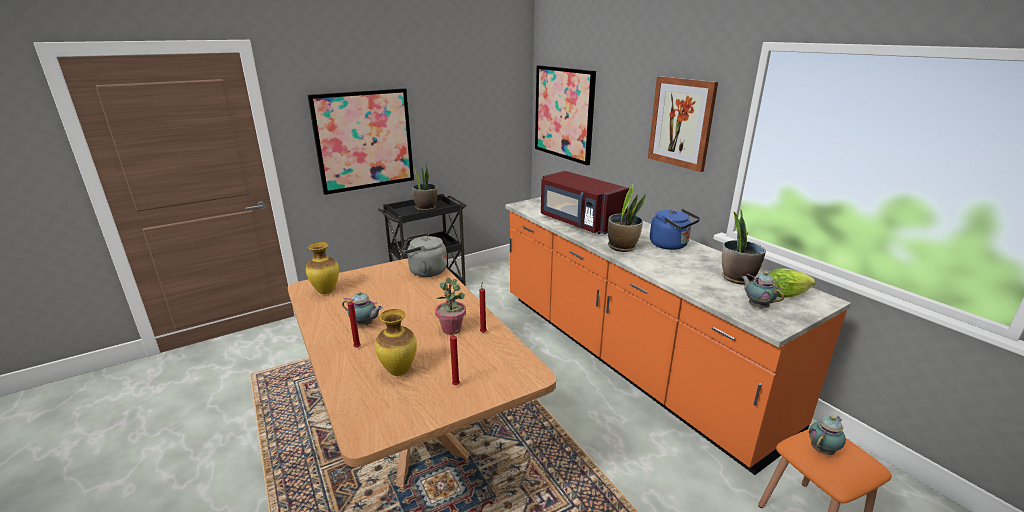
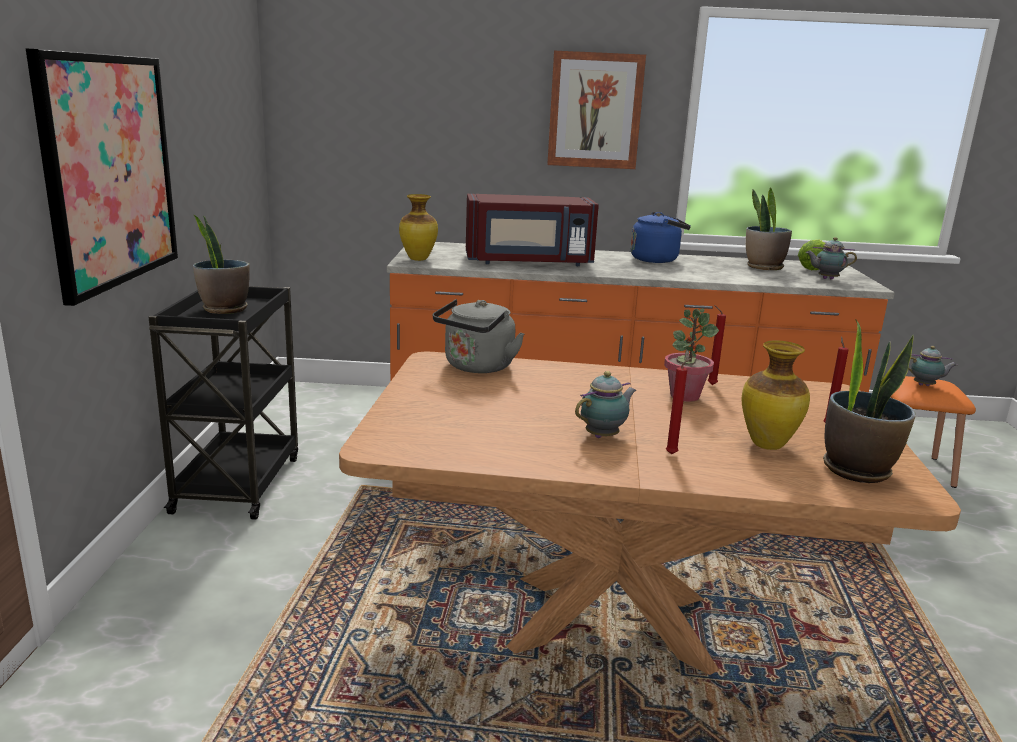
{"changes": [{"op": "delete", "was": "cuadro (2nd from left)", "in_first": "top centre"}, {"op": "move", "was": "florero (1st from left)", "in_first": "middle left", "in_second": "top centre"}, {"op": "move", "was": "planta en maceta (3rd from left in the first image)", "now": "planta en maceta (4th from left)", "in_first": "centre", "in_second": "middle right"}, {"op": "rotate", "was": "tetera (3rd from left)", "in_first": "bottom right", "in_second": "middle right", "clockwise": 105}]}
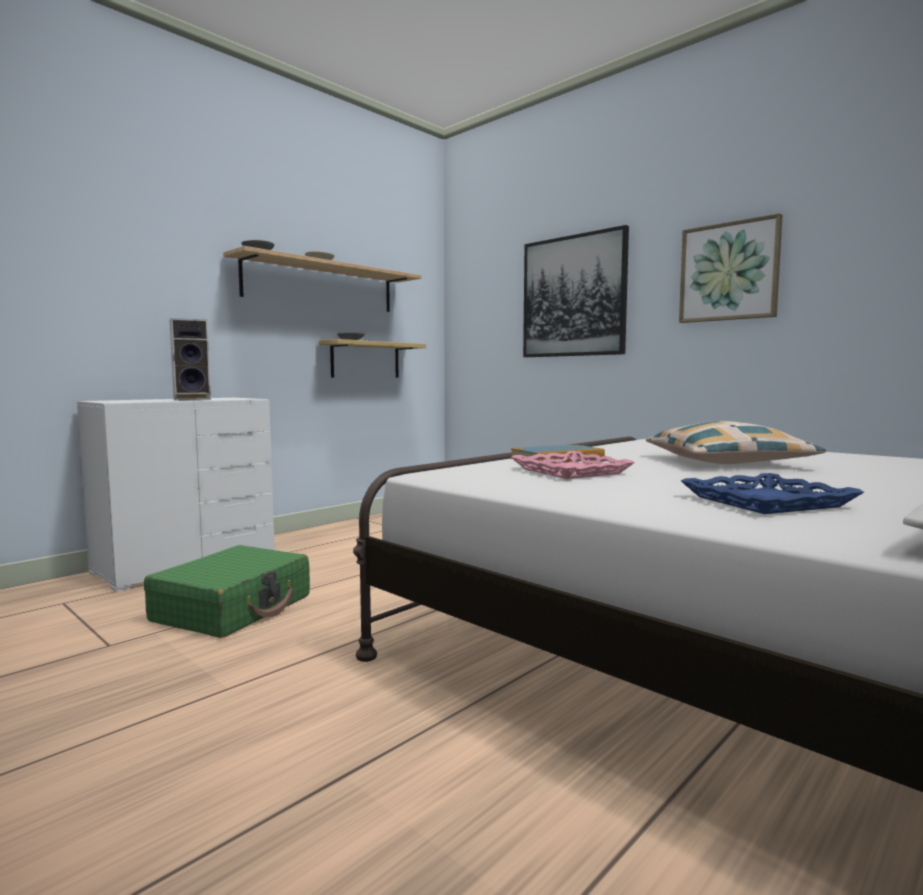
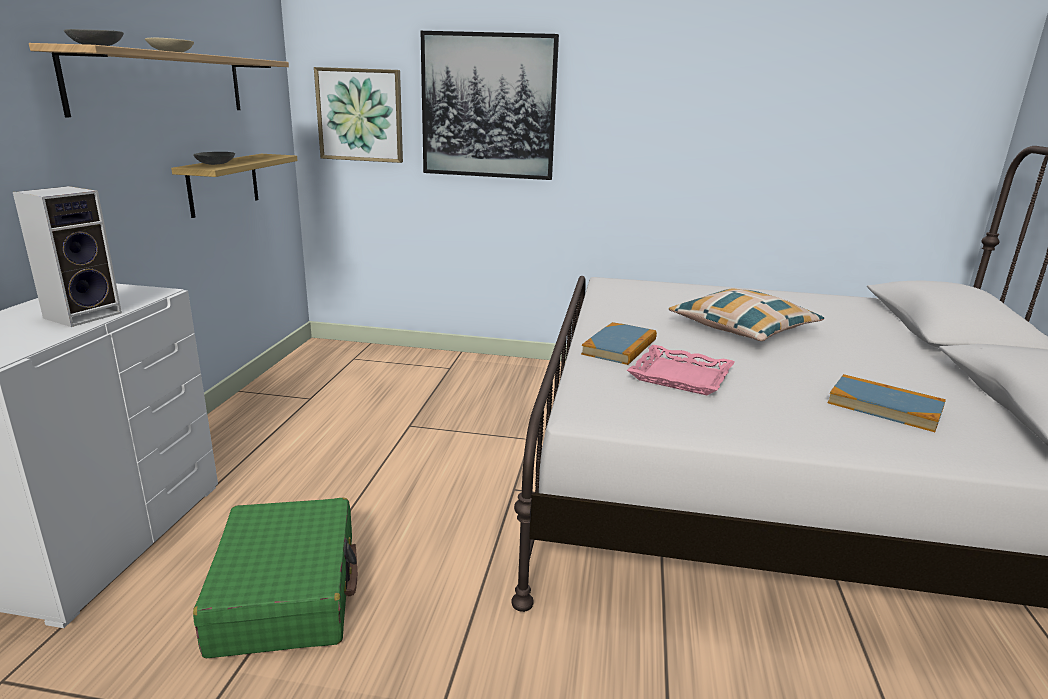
{"changes": [{"op": "move", "was": "cuadro (2nd from left in the first image)", "now": "cuadro (1st from left)", "in_first": "top right", "in_second": "top centre"}, {"op": "replace", "was": "bandeja (azul)", "now": "libro (2nd from left)", "in_first": "middle right", "in_second": "middle right"}]}
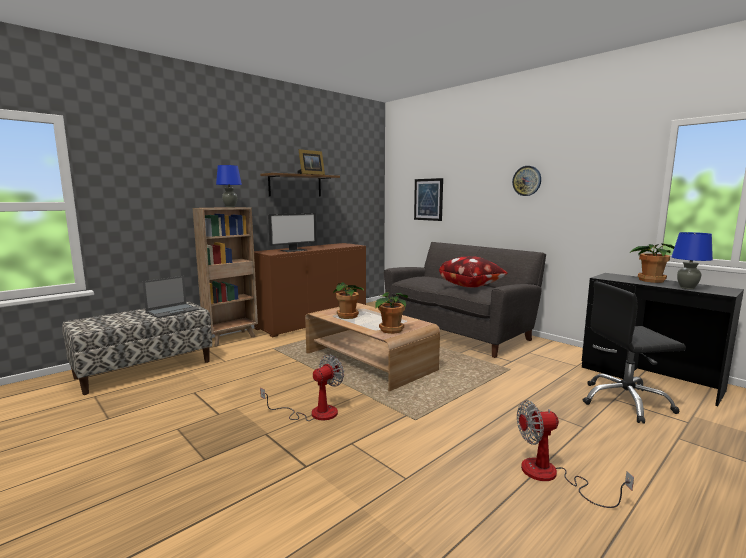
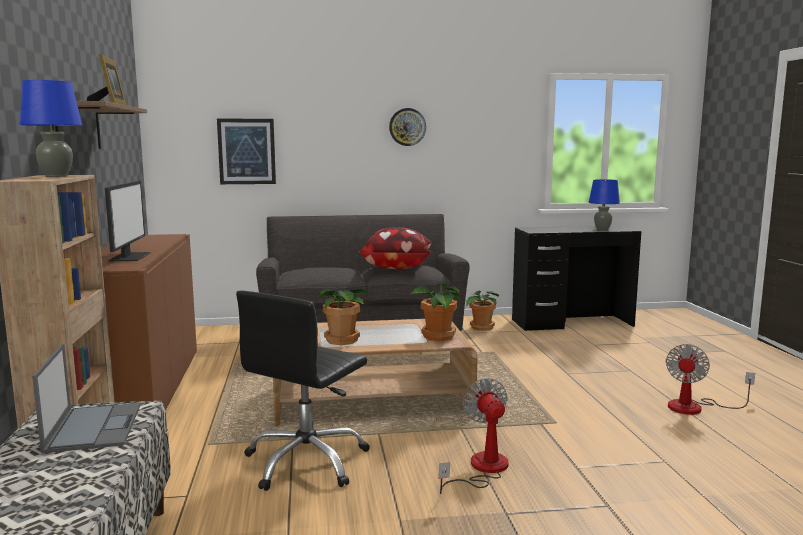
{"changes": [{"op": "move", "was": "silla de oficina (negro)", "in_first": "middle right", "in_second": "bottom centre"}, {"op": "move", "was": "planta en maceta (3rd from left)", "in_first": "middle right", "in_second": "centre"}]}
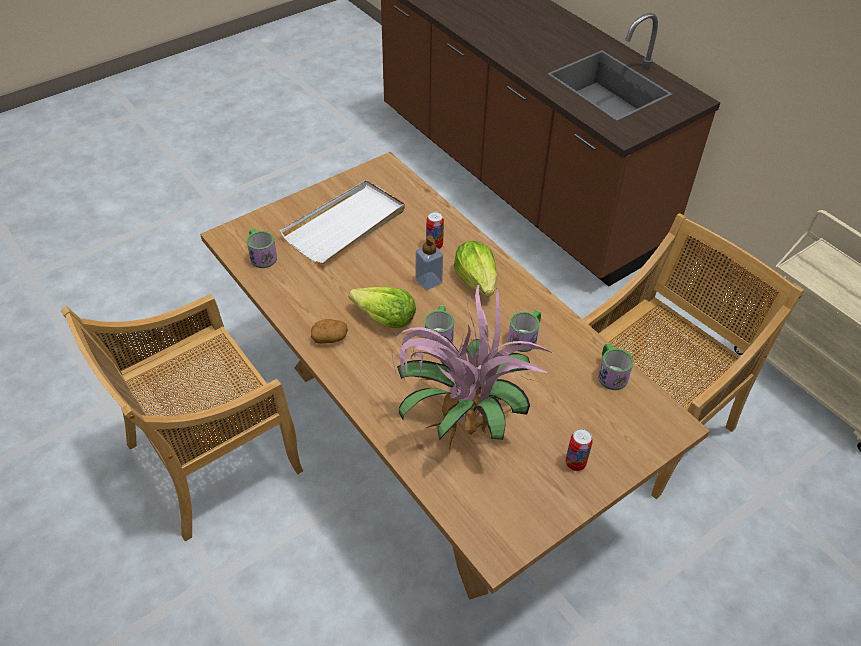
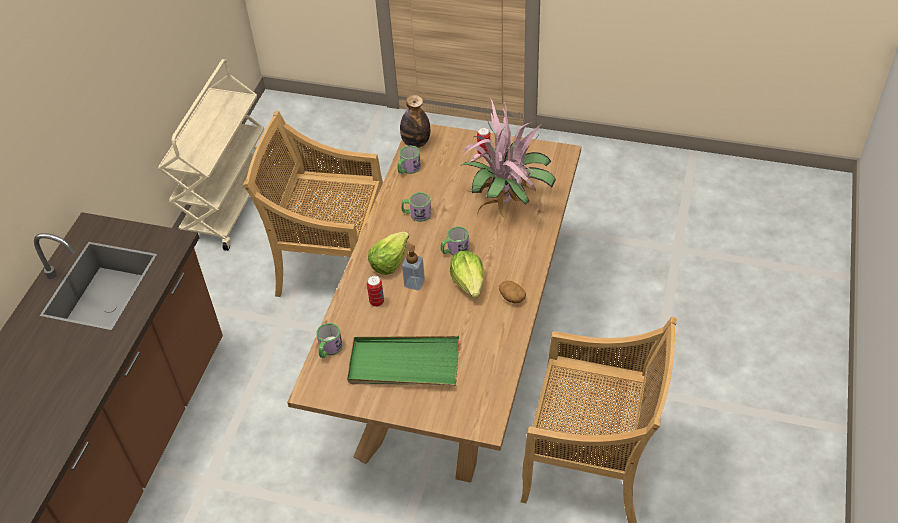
{"changes": [{"op": "insert", "now": "botella", "in_second": "top centre"}, {"op": "move", "was": "taza grande (1st from left)", "in_first": "middle left", "in_second": "centre"}, {"op": "recolor", "was": "bandeja (blanco)", "now": "bandeja (verde)", "in_first": "centre", "in_second": "bottom centre"}]}
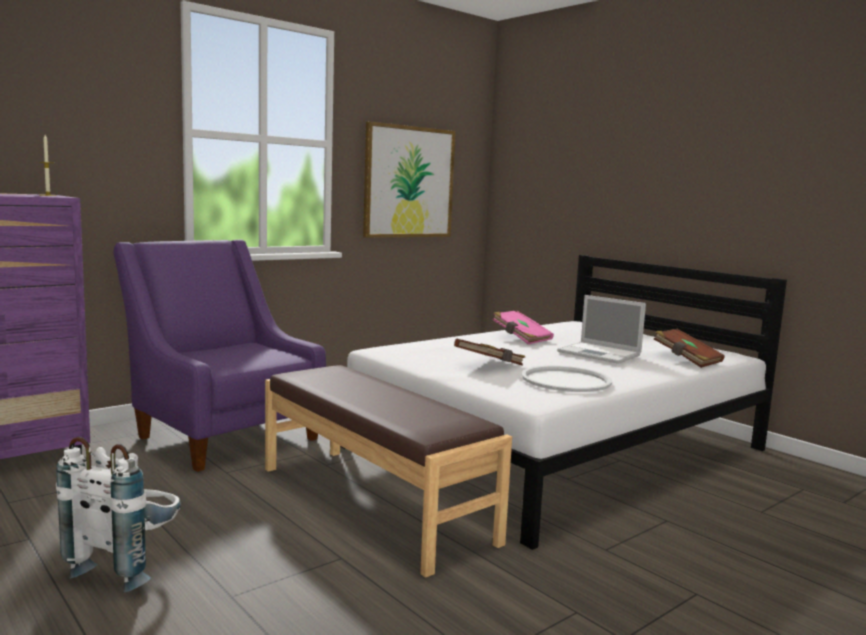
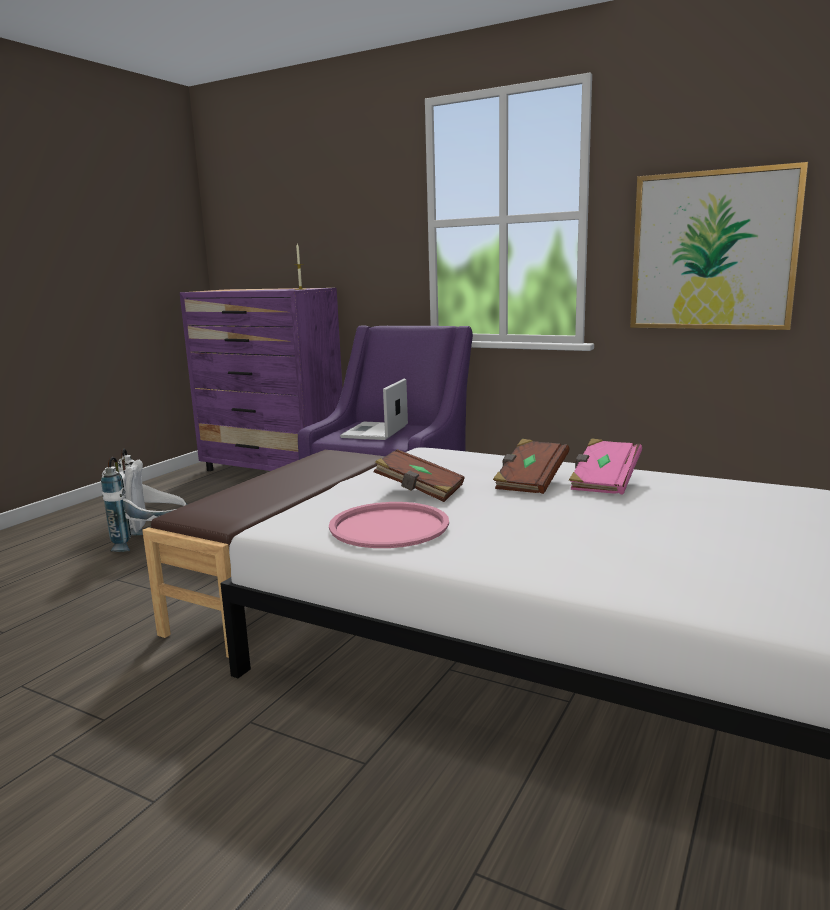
{"changes": [{"op": "move", "was": "portátil", "in_first": "middle right", "in_second": "centre"}, {"op": "move", "was": "libro (marrón) (2nd from left)", "in_first": "middle right", "in_second": "centre"}, {"op": "recolor", "was": "bandeja (blanco)", "now": "bandeja (rosa)", "in_first": "centre", "in_second": "centre"}]}
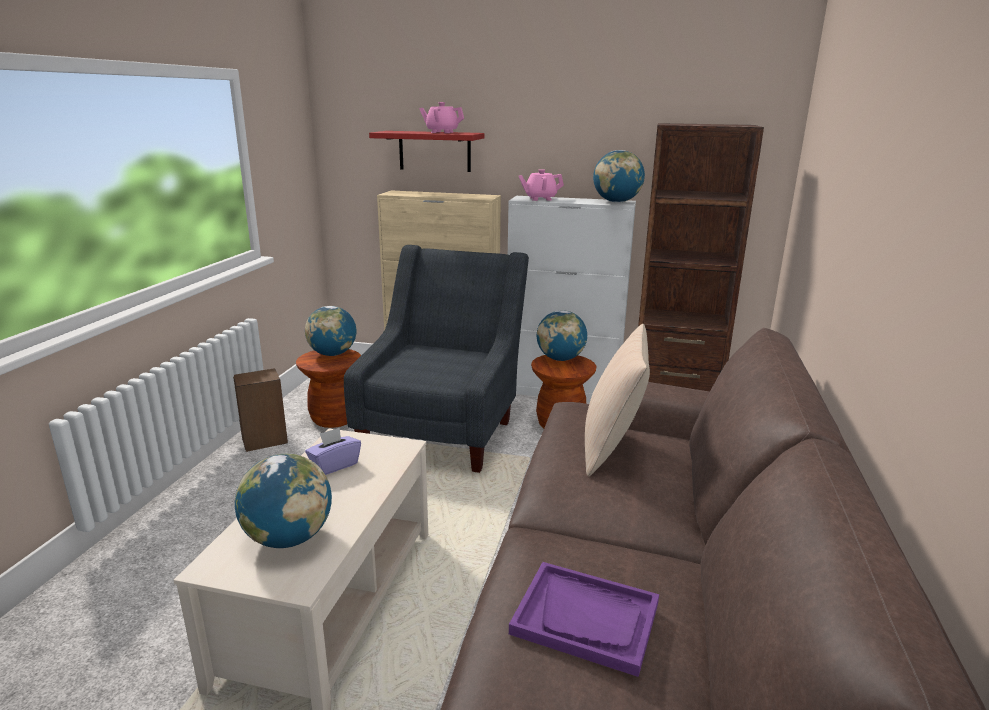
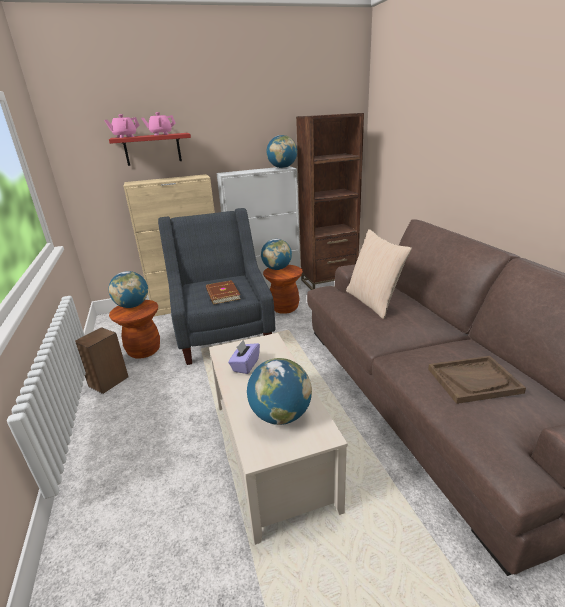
{"changes": [{"op": "insert", "now": "libro (marrón)", "in_second": "centre"}, {"op": "move", "was": "tetera (rosa) (2nd from left in the first image)", "now": "tetera (rosa) (1st from left)", "in_first": "top centre", "in_second": "top left"}, {"op": "recolor", "was": "bandeja (morado)", "now": "bandeja (marrón)", "in_first": "bottom centre", "in_second": "middle right"}]}
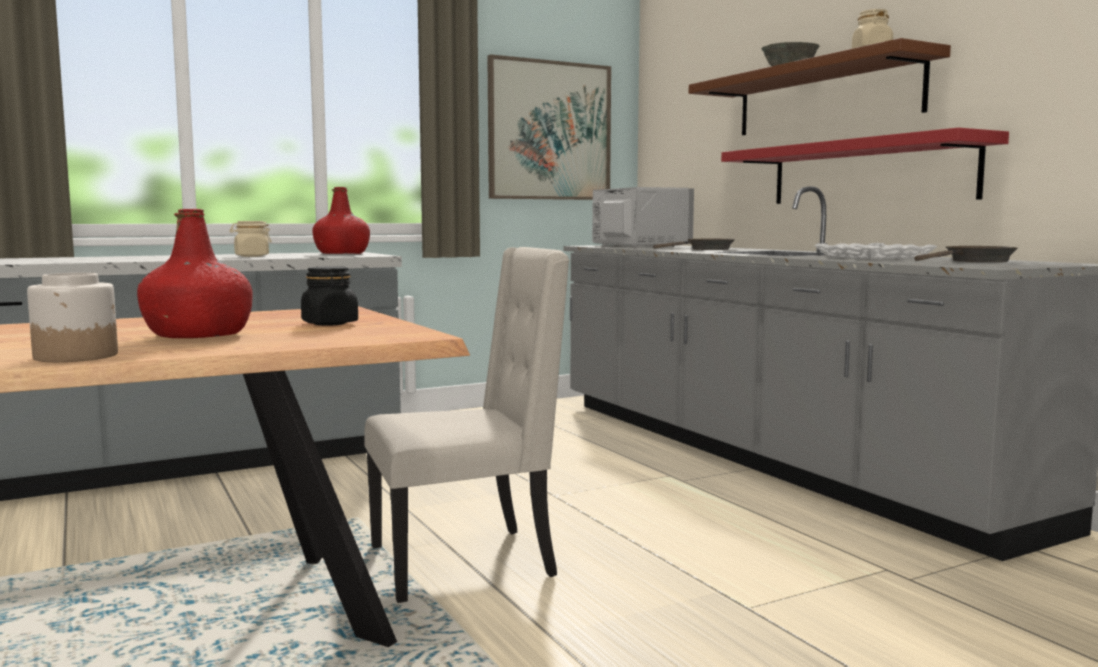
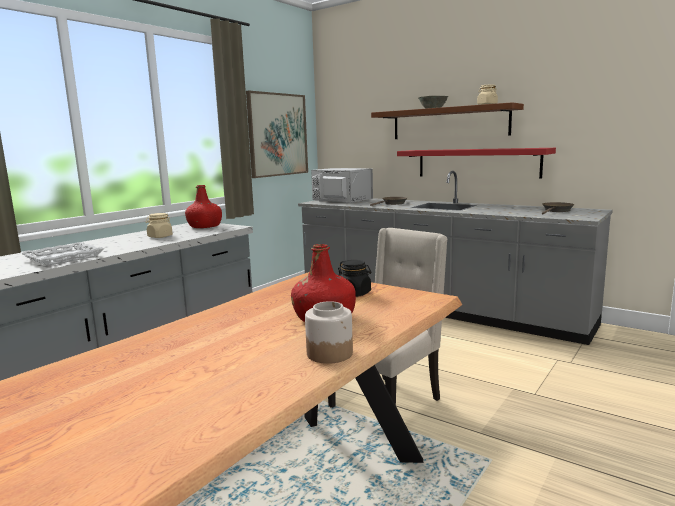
{"changes": [{"op": "move", "was": "bandeja (blanco)", "in_first": "middle right", "in_second": "middle left"}]}
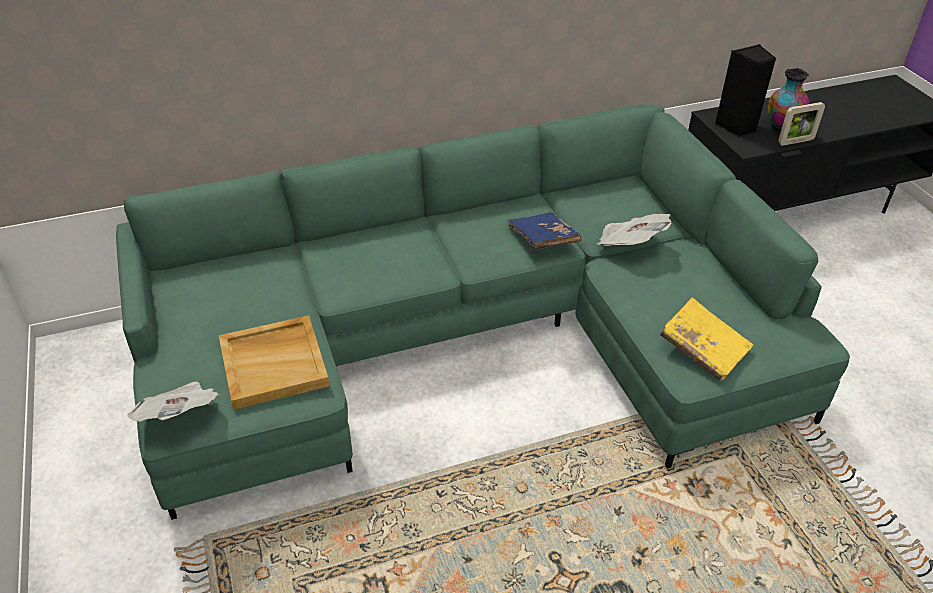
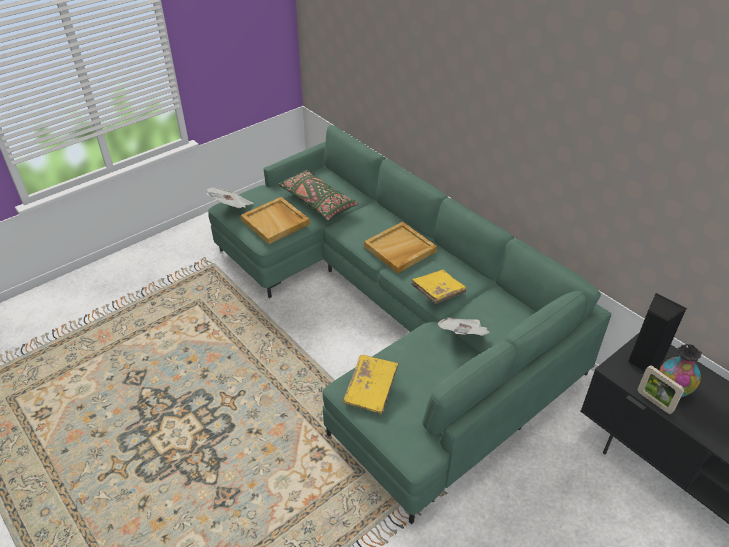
{"changes": [{"op": "insert", "now": "cojín (verde)", "in_second": "centre"}, {"op": "insert", "now": "bandeja (beis) (2nd from left)", "in_second": "centre"}, {"op": "recolor", "was": "libro (azul)", "now": "libro (amarillo) (2nd from left)", "in_first": "centre", "in_second": "centre"}]}
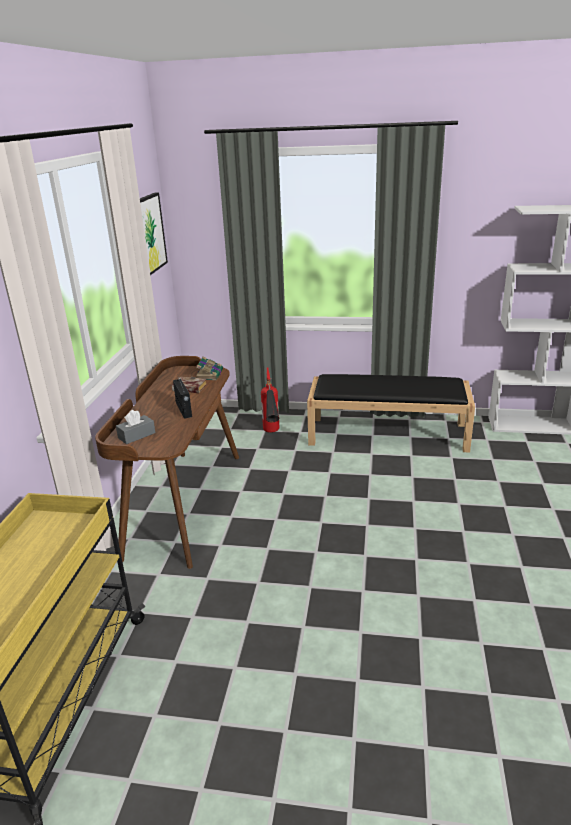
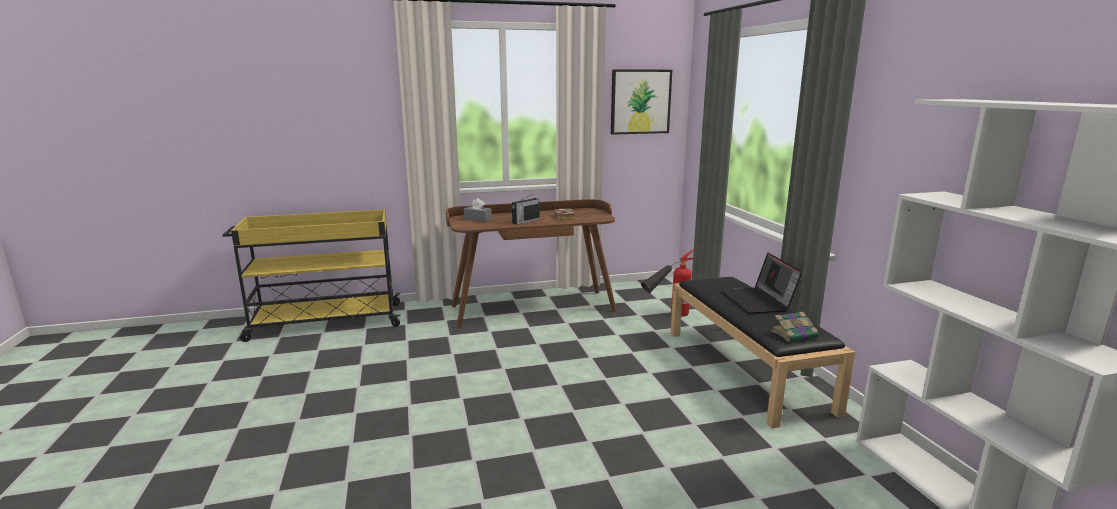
{"changes": [{"op": "insert", "now": "portátil", "in_second": "middle right"}, {"op": "move", "was": "libro (2nd from left)", "in_first": "centre", "in_second": "middle right"}]}
